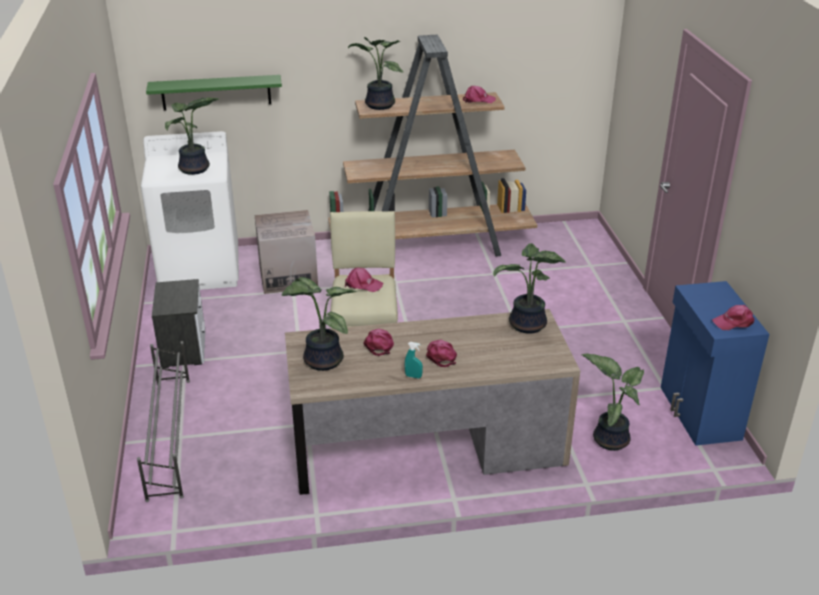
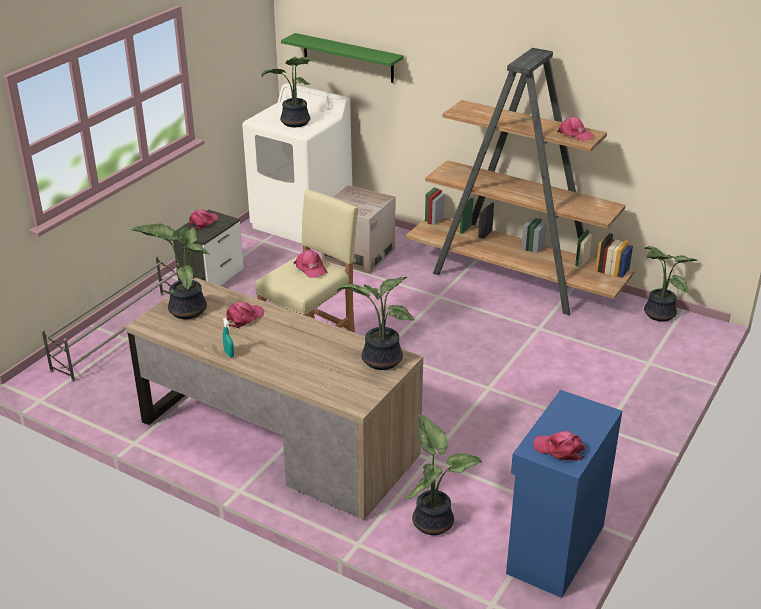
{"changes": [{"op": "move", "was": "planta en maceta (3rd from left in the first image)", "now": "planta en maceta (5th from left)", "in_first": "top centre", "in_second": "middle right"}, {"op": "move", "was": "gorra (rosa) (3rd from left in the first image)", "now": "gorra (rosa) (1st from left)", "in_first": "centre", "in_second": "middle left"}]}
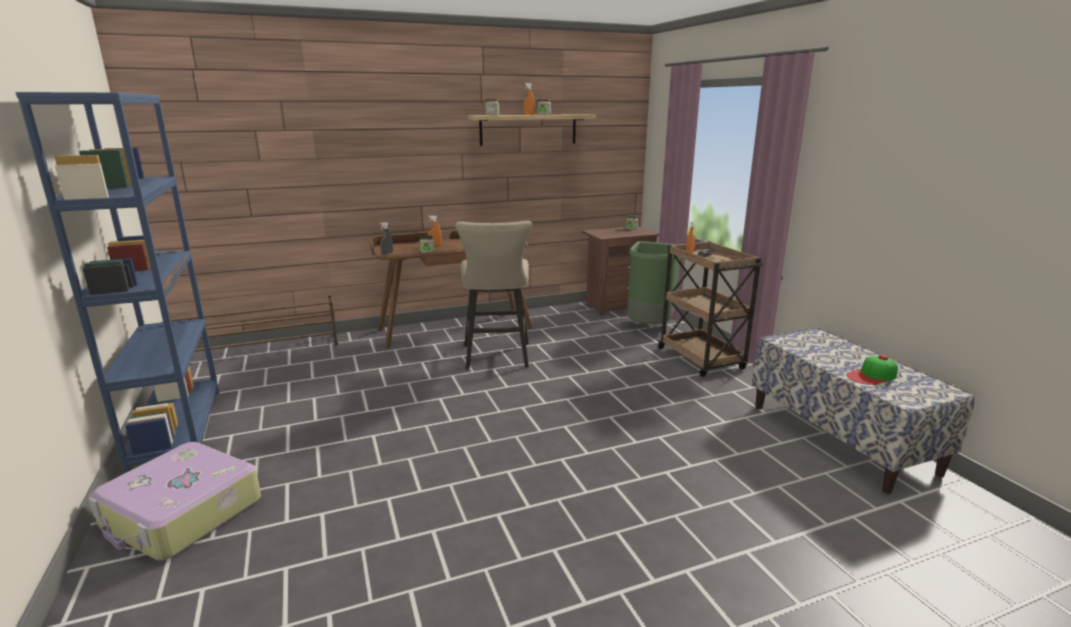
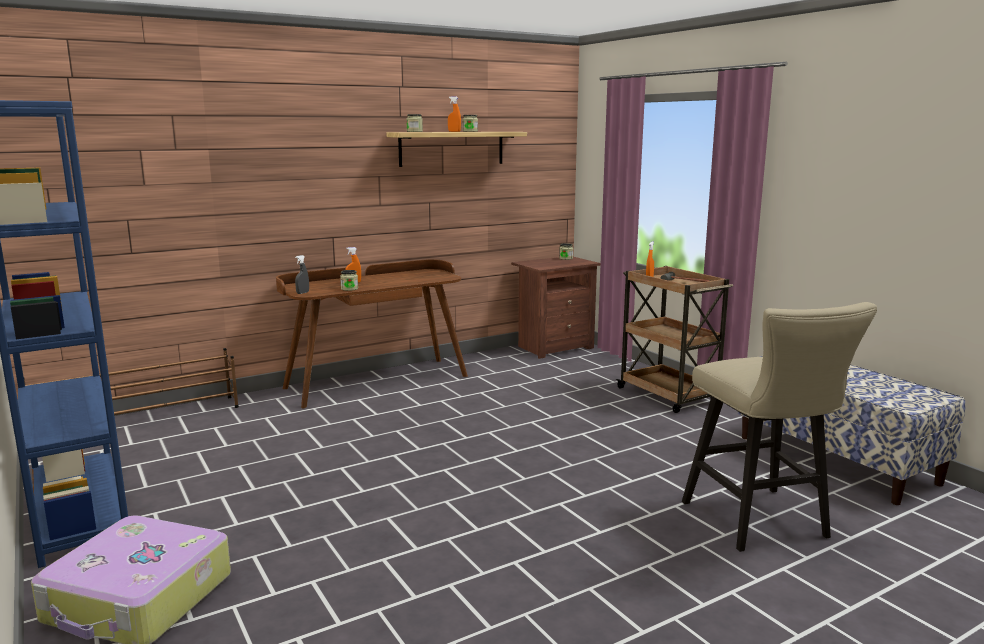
{"changes": [{"op": "delete", "was": "papelera (verde)", "in_first": "centre"}, {"op": "delete", "was": "gorra", "in_first": "middle right"}, {"op": "move", "was": "taburete (beis)", "in_first": "centre", "in_second": "middle right"}]}
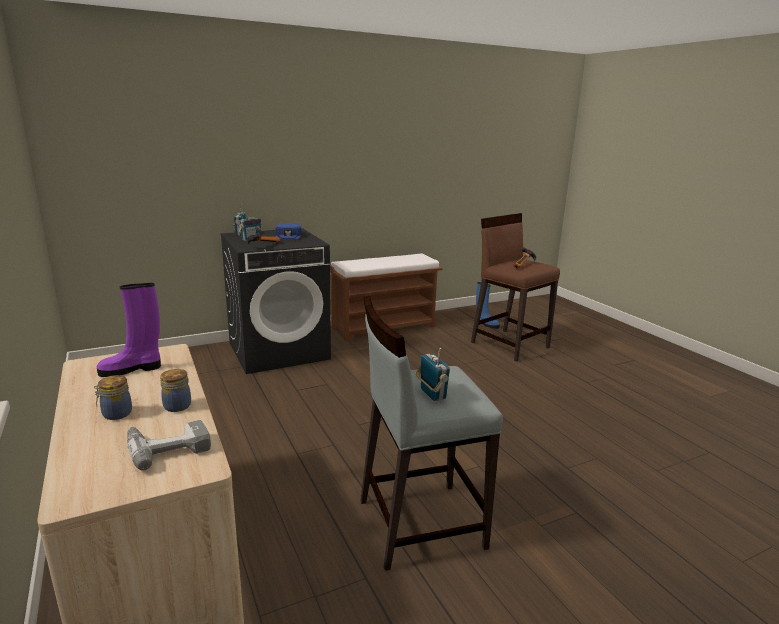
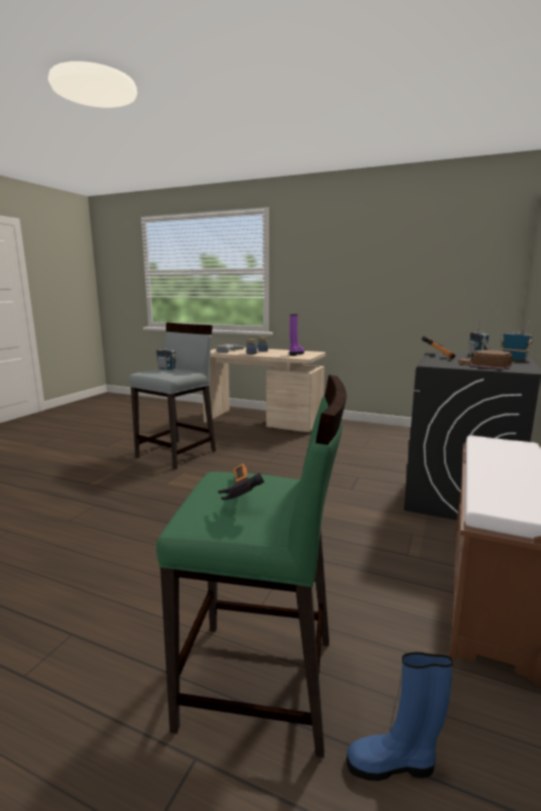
{"changes": [{"op": "recolor", "was": "gorra (azul)", "now": "gorra (marrón)", "in_first": "centre", "in_second": "middle right"}, {"op": "recolor", "was": "taburete (marrón)", "now": "taburete (verde)", "in_first": "centre", "in_second": "bottom centre"}]}
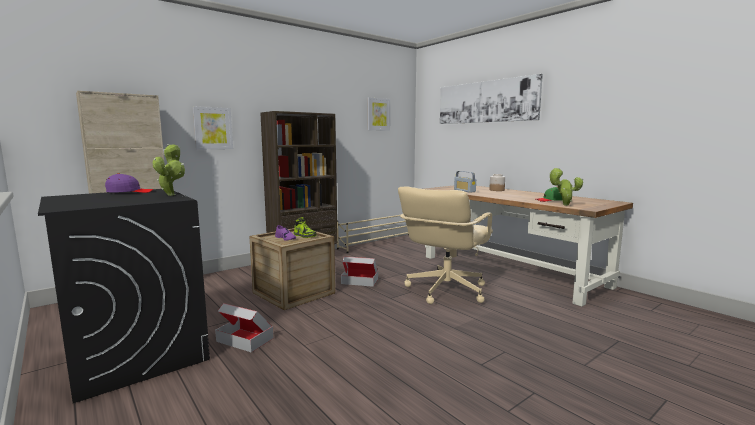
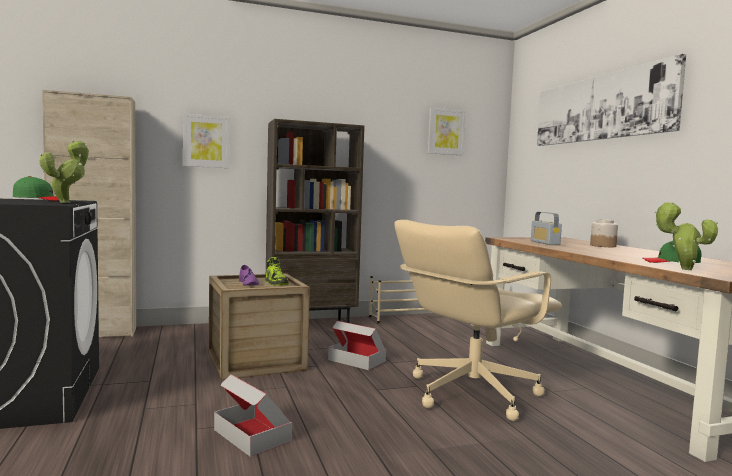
{"changes": [{"op": "move", "was": "caja de cartón (1st from left)", "in_first": "bottom left", "in_second": "bottom centre"}, {"op": "recolor", "was": "gorra (morado)", "now": "gorra (verde) (1st from left)", "in_first": "middle left", "in_second": "middle left"}]}
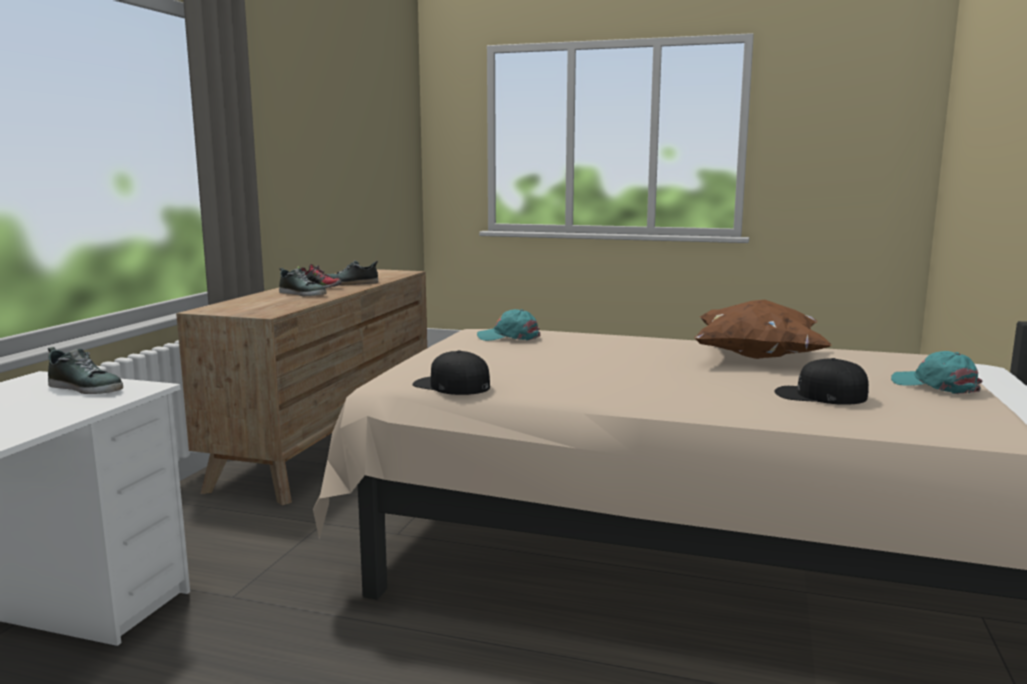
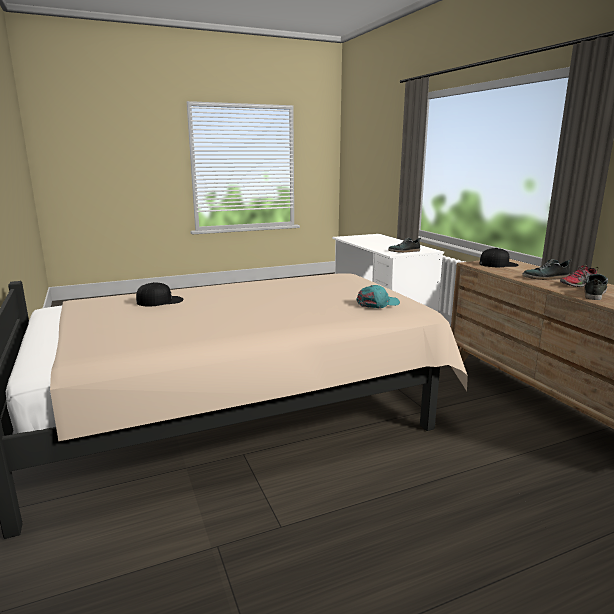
{"changes": [{"op": "delete", "was": "cojín (marrón)", "in_first": "middle right"}, {"op": "delete", "was": "gorra (turquesa) (2nd from left)", "in_first": "middle right"}, {"op": "move", "was": "gorra (negro) (1st from left in the first image)", "now": "gorra (negro) (2nd from left)", "in_first": "centre", "in_second": "middle right"}]}
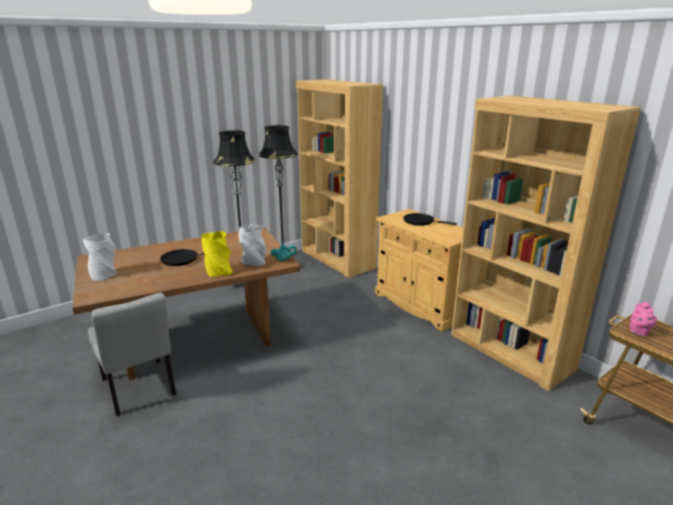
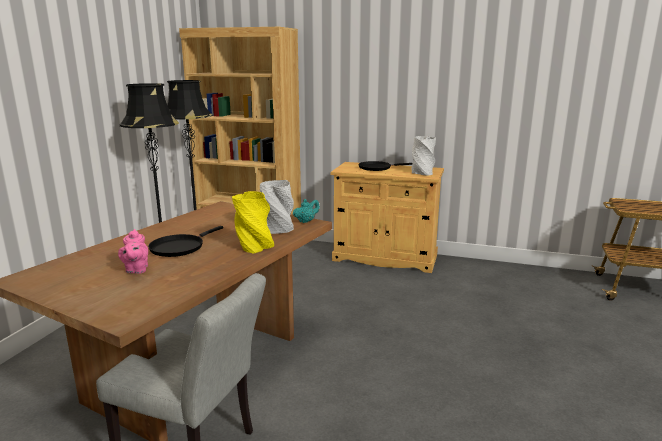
{"changes": [{"op": "delete", "was": "estantería (marrón) (2nd from left)", "in_first": "middle right"}, {"op": "move", "was": "florero (gris) (1st from left in the first image)", "now": "florero (gris) (2nd from left)", "in_first": "middle left", "in_second": "centre"}, {"op": "move", "was": "tetera (rosa)", "in_first": "middle right", "in_second": "middle left"}]}
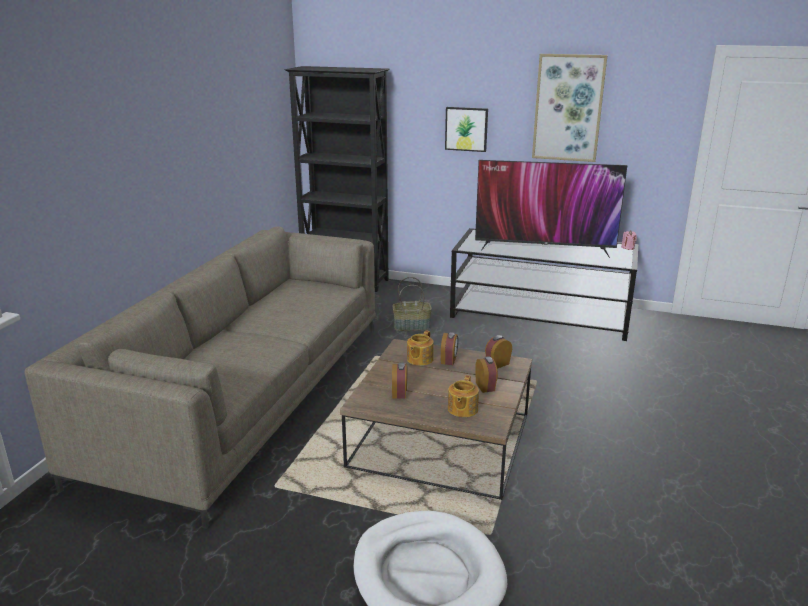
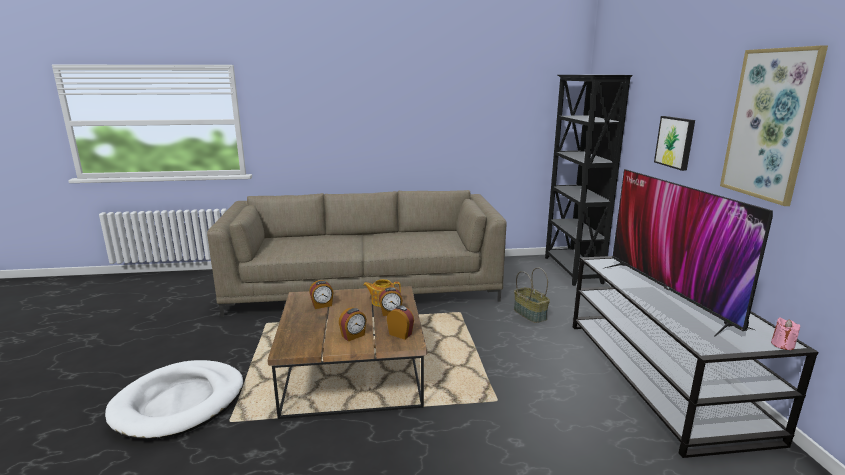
{"changes": [{"op": "delete", "was": "tetera (2nd from left)", "in_first": "centre"}]}
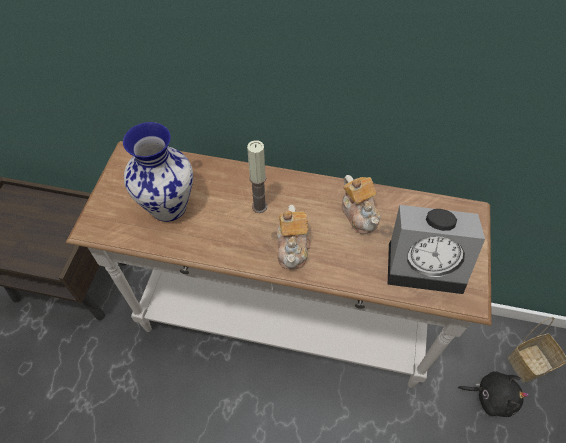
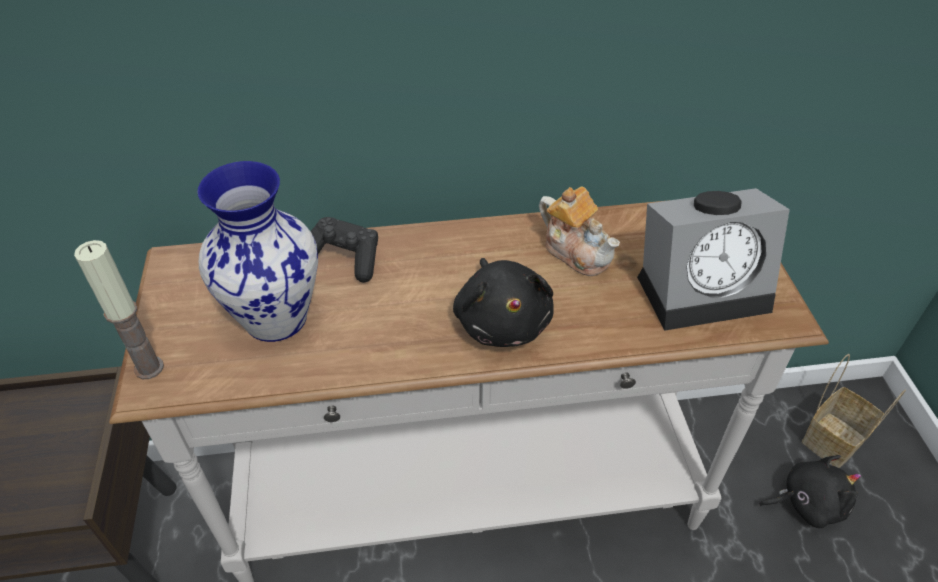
{"changes": [{"op": "insert", "now": "mando de consola (negro)", "in_second": "centre"}, {"op": "move", "was": "vela", "in_first": "centre", "in_second": "middle left"}, {"op": "replace", "was": "tetera (1st from left)", "now": "peluche (negro) (1st from left)", "in_first": "centre", "in_second": "centre"}]}
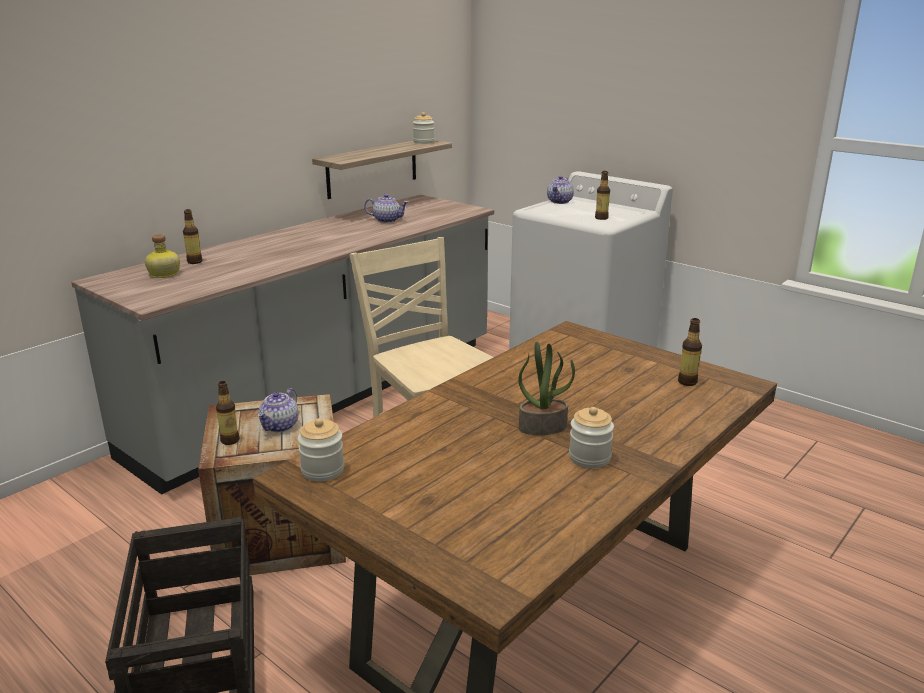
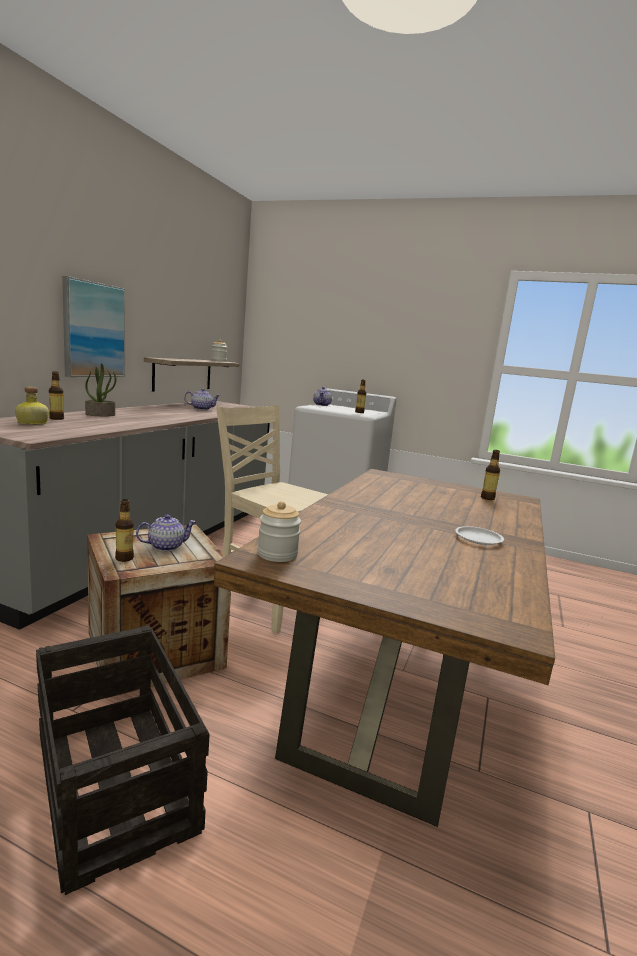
{"changes": [{"op": "insert", "now": "cuadro", "in_second": "middle left"}, {"op": "move", "was": "planta en maceta", "in_first": "centre", "in_second": "middle left"}, {"op": "replace", "was": "tarro (3rd from left)", "now": "plato (blanco)", "in_first": "centre", "in_second": "middle right"}, {"op": "rotate", "was": "tetera (1st from left)", "in_first": "middle left", "in_second": "middle left", "clockwise": -120}]}
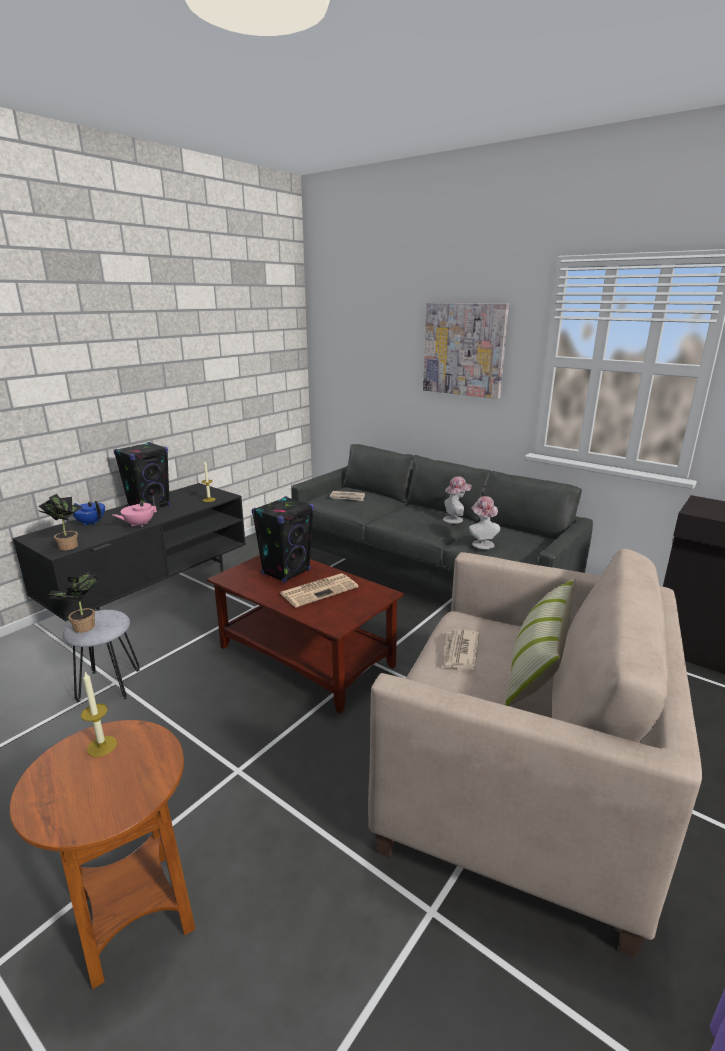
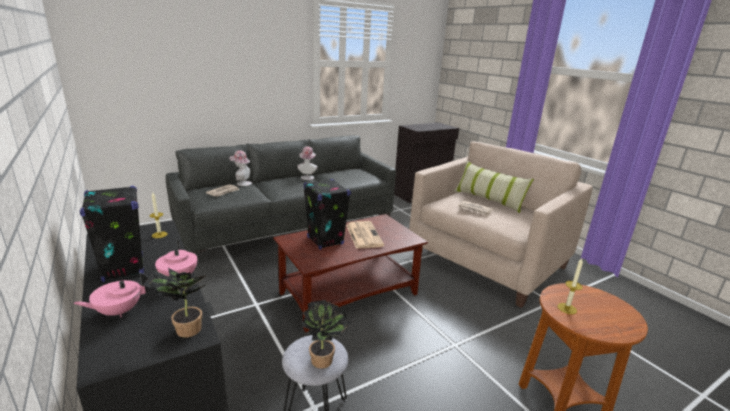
{"changes": [{"op": "delete", "was": "cuadro", "in_first": "centre"}, {"op": "move", "was": "sombrero (2nd from left in the first image)", "now": "sombrero (1st from left)", "in_first": "middle right", "in_second": "middle left"}, {"op": "recolor", "was": "tetera (azul)", "now": "tetera (rosa) (1st from left)", "in_first": "middle left", "in_second": "bottom left"}]}
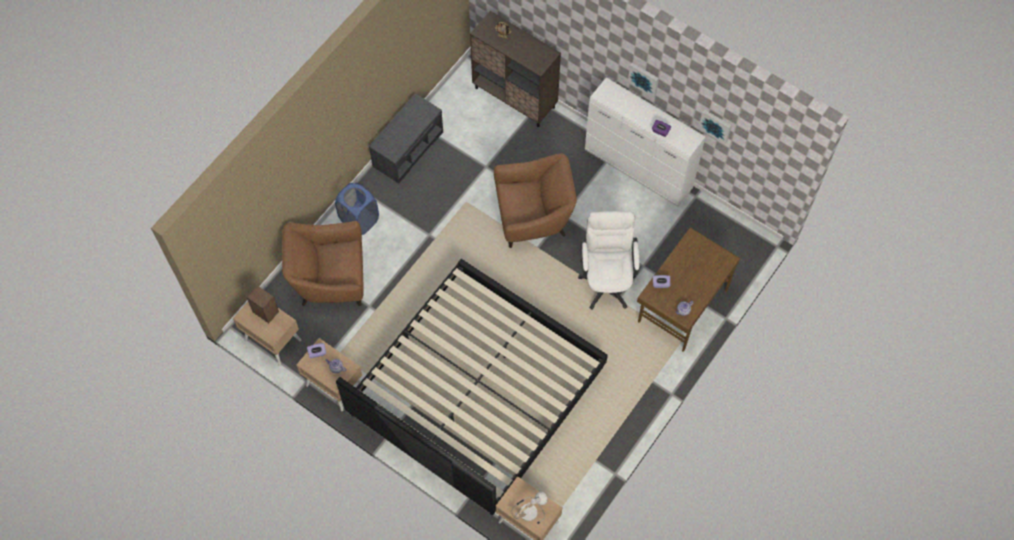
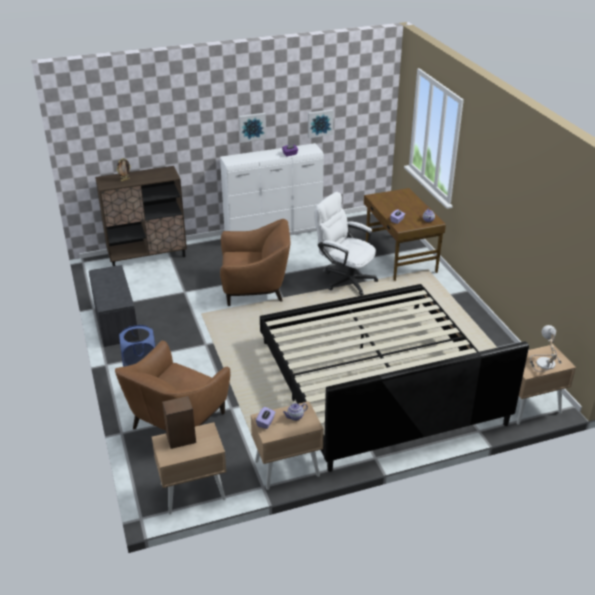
{"changes": [{"op": "rotate", "was": "sillón (marrón) (2nd from left)", "in_first": "centre", "in_second": "centre", "clockwise": 60}]}
